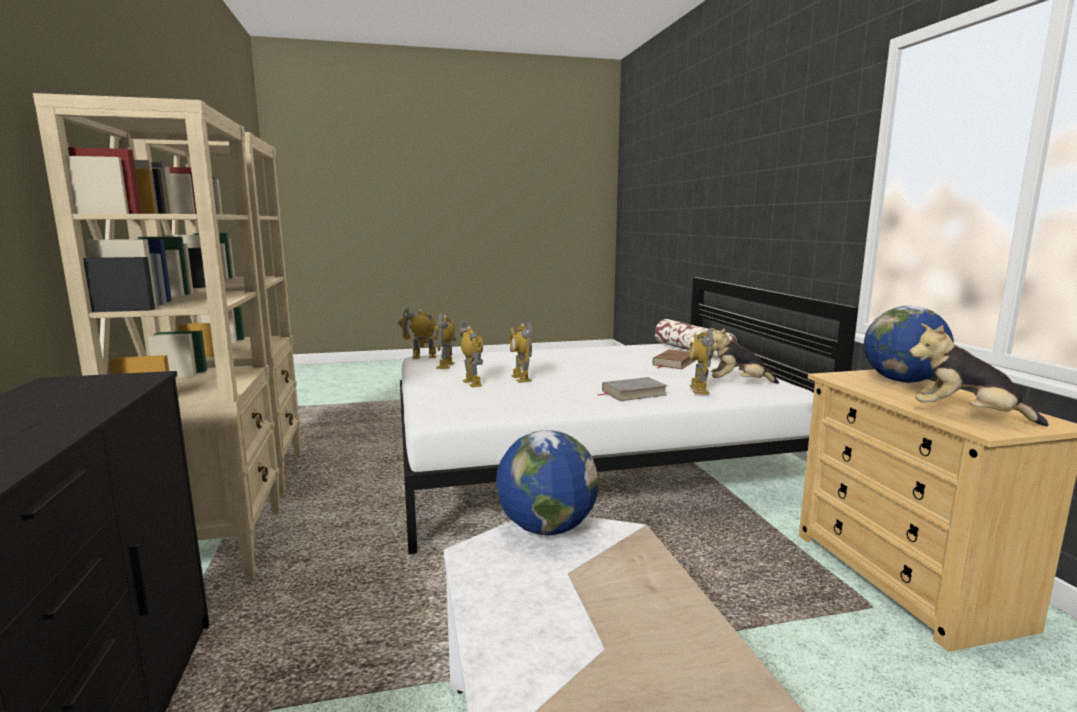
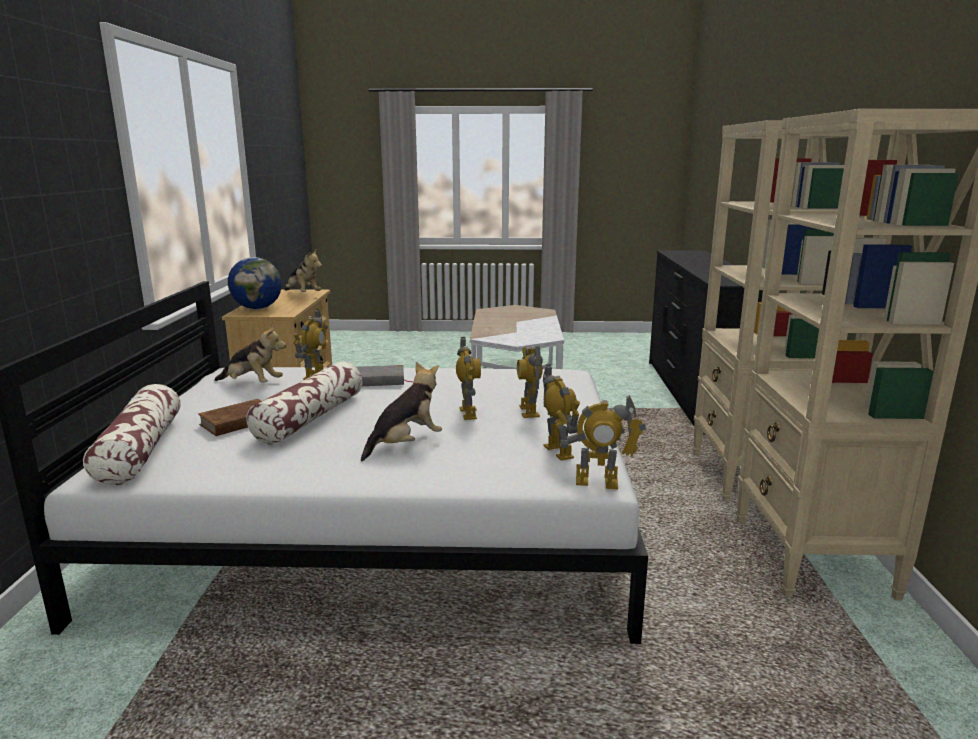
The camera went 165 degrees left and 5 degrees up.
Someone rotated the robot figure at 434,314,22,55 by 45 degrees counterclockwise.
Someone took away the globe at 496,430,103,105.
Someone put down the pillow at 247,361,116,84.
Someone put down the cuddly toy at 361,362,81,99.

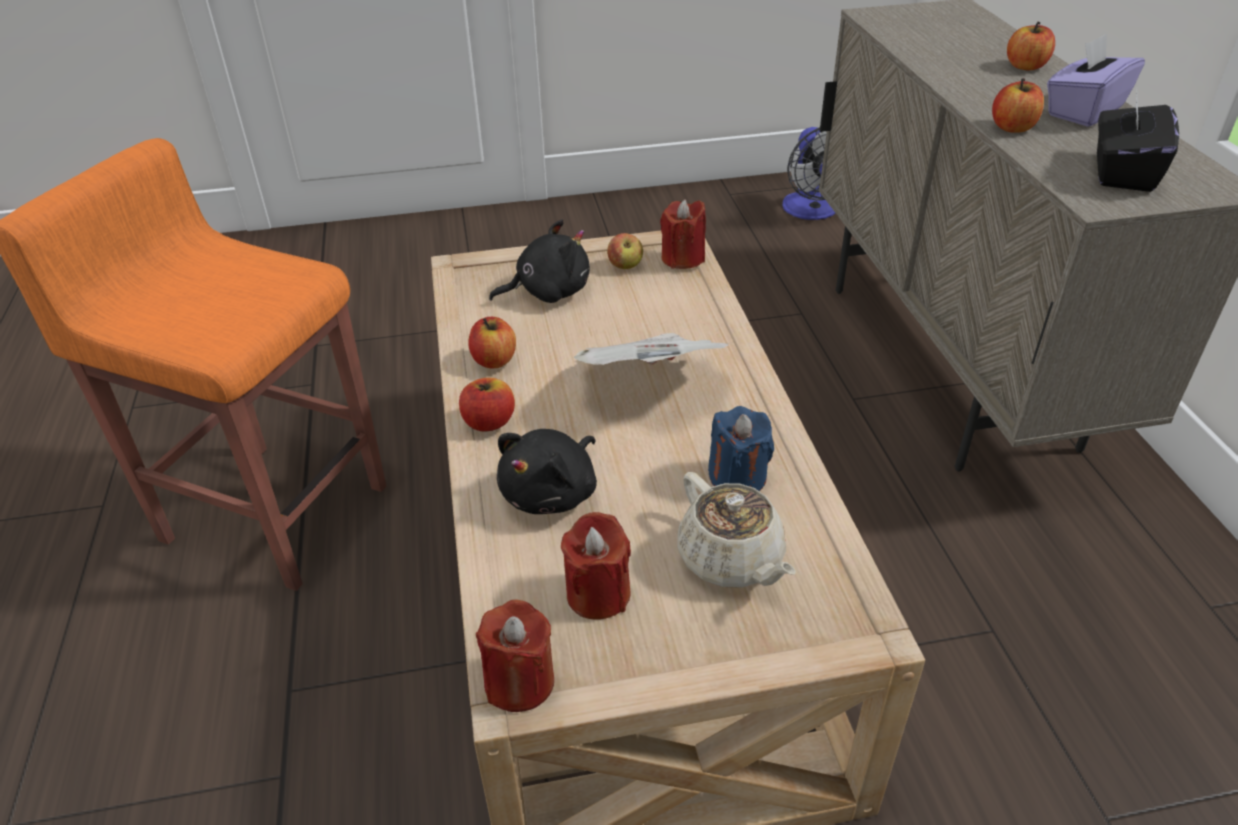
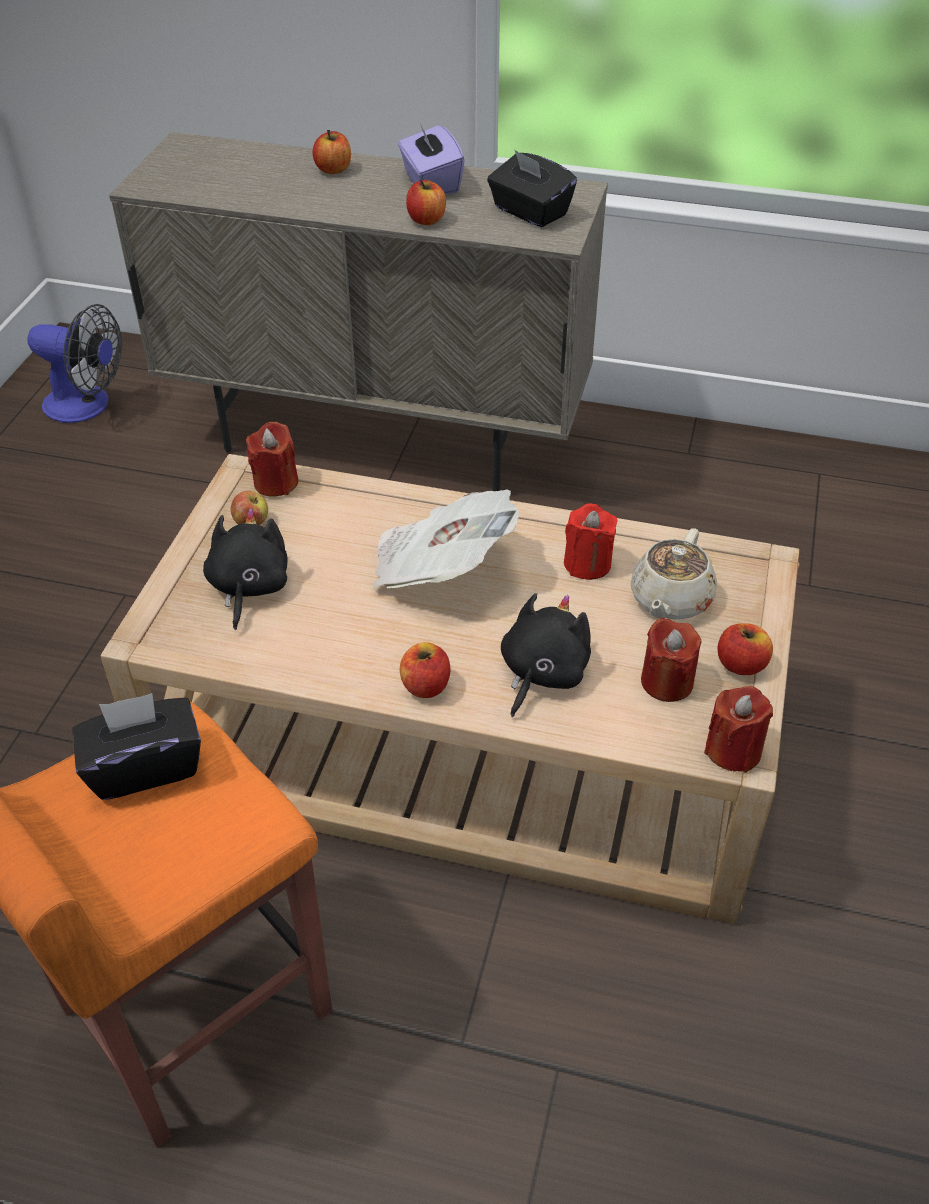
The camera went 65 degrees left and 5 degrees up.
Someone carried the apple fruit from 468,317,48,51 to 718,623,55,52.
Someone rotated the cuddly toy (black-coloured) at 497,429,100,85 by 120 degrees counterclockwise.
Someone rotated the teapot (beige) at 678,472,118,116 by 120 degrees clockwise.
Someone repainted the wax candle (blue) at 708,406,66,85, which became the wax candle (red-coloured) at 564,503,53,77.
Someone put down the tissue box (black-coloured) at 72,693,129,107.

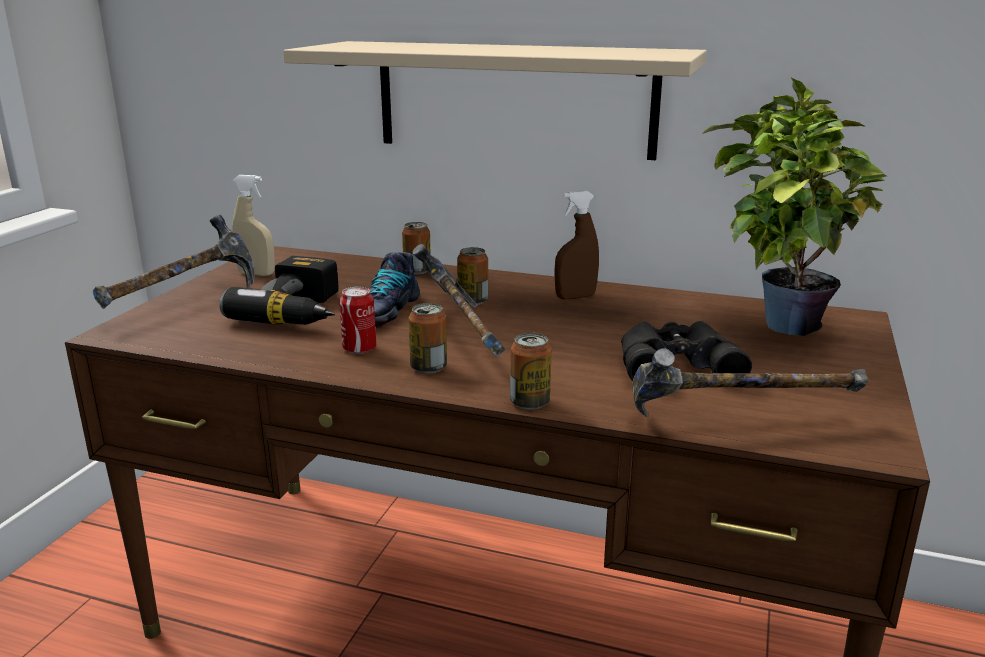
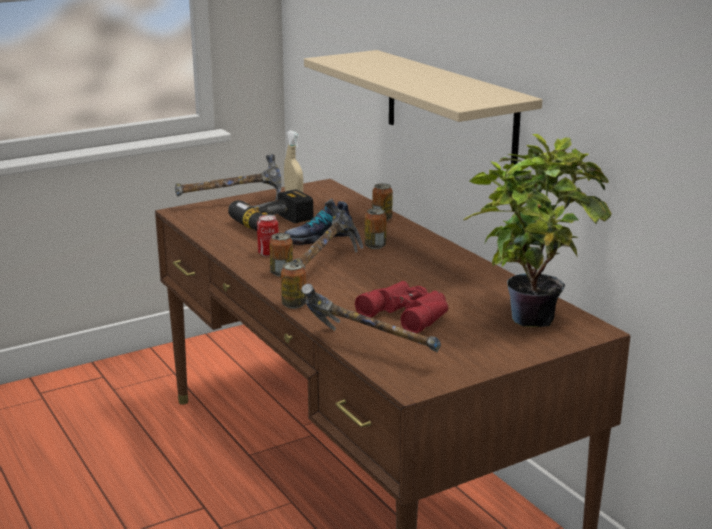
The camera went 40 degrees right and 0 degrees up.
Someone took away the hand sprayer (brownish) at 554,190,45,109.
Someone repainted the binoculars (black-coloured) at 621,321,131,61, which became the binoculars (red-coloured) at 355,281,93,52.

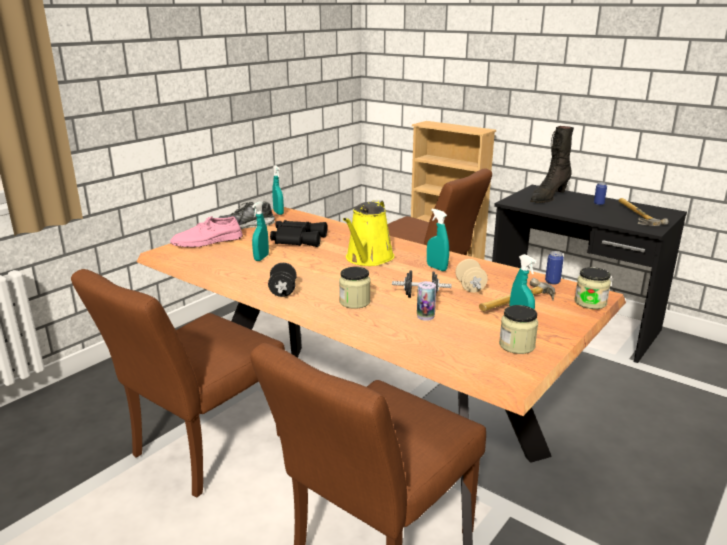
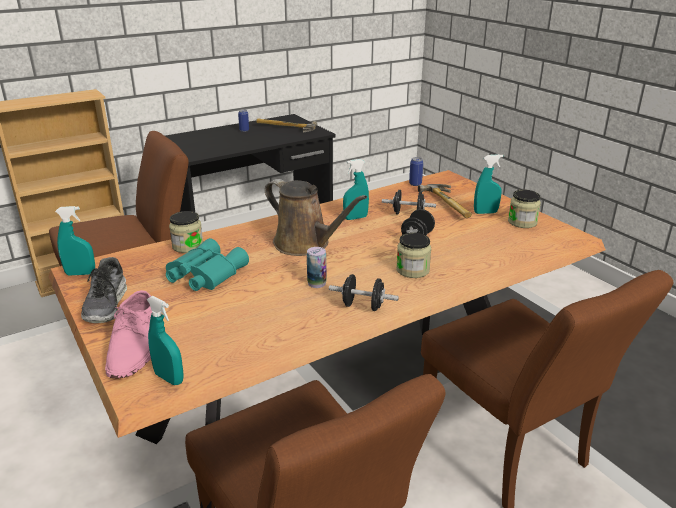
The camera went 70 degrees left and 5 degrees up.
Someone carried the hand sprayer (turquoise) from 252,201,17,60 to 146,296,37,89.
Someone repainted the binoculars (black-coloured) at 270,220,57,27, which became the binoculars (turquoise) at 166,238,83,53.
Someone repainted the watering can (yellow) at 343,200,52,66, which became the watering can (brownish) at 265,179,102,77.
Someone carried the metal can from 417,281,19,40 to 307,247,20,41.
Someone repainted the hand weight (beige) at 455,259,33,33, which became the hand weight (black-coloured) at 382,190,54,25.
Someone took away the high-top boot (black-coloured) at 530,126,44,77.
Someone carried the storage jar from 575,267,36,42 to 169,211,34,42.

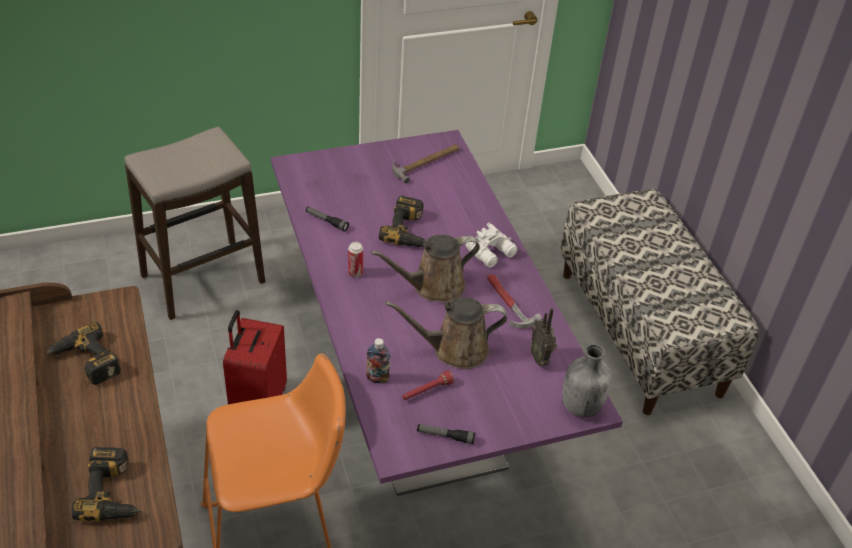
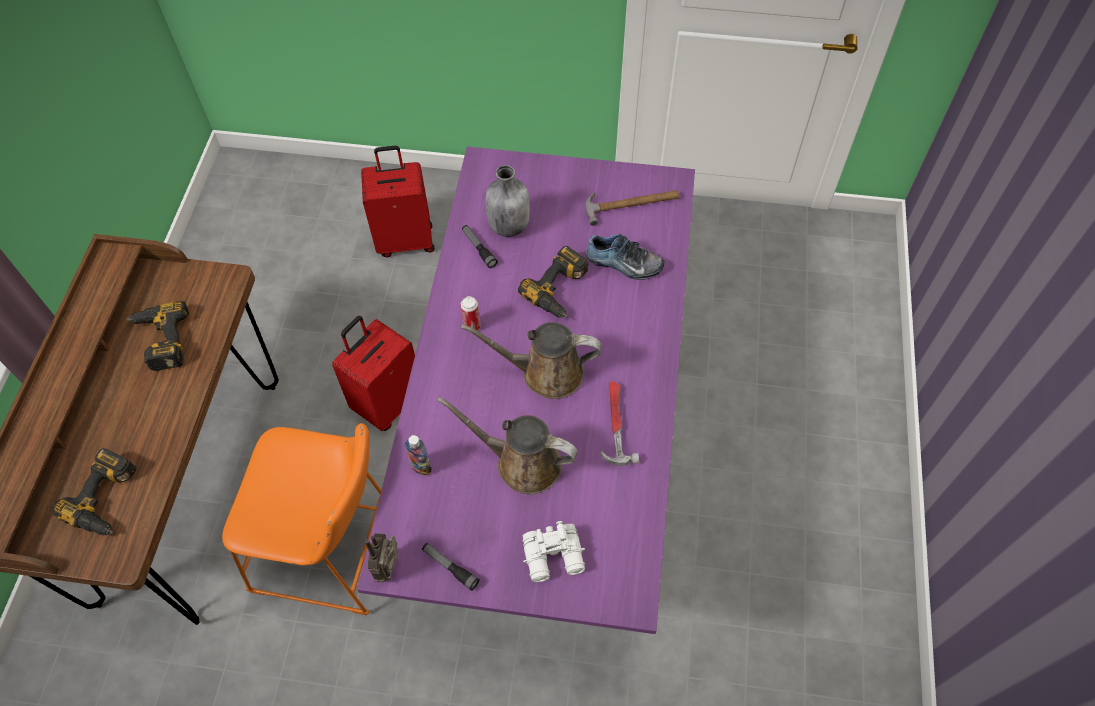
The camera went 30 degrees right and 15 degrees up.
Someone swapped the stool at 124,127,141,193 for the travel case (red-coloured) at 361,146,74,111.
Someone took away the flashlight (red-coloured) at 402,370,52,30.
Someone carried the binoculars (white-coloured) from 466,223,52,45 to 523,521,62,62.
Someone carried the radio from 531,308,26,58 to 365,533,33,50.
Someone took away the indoor bench at 560,189,199,226.
Someone carried the drink bottle (gray) from 562,344,49,73 to 485,165,45,72.
Someone put down the shoe at 586,234,79,46.

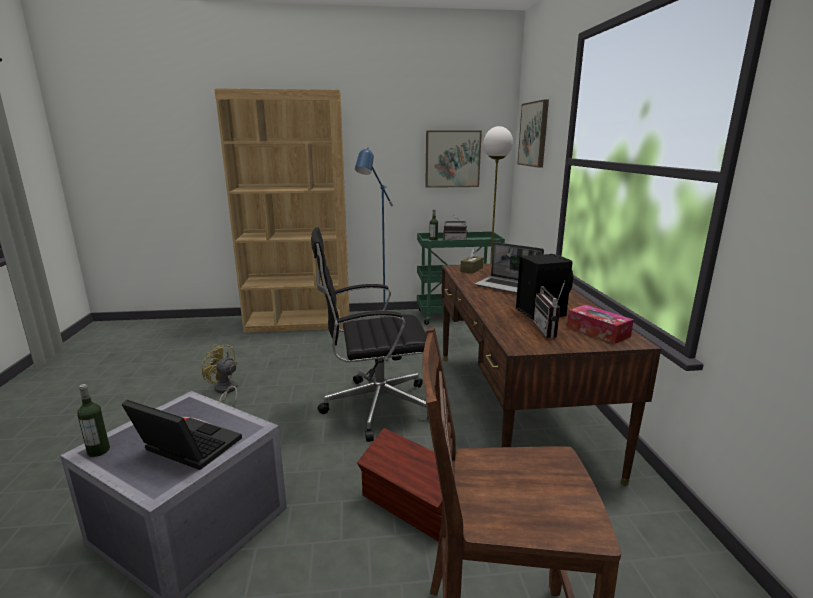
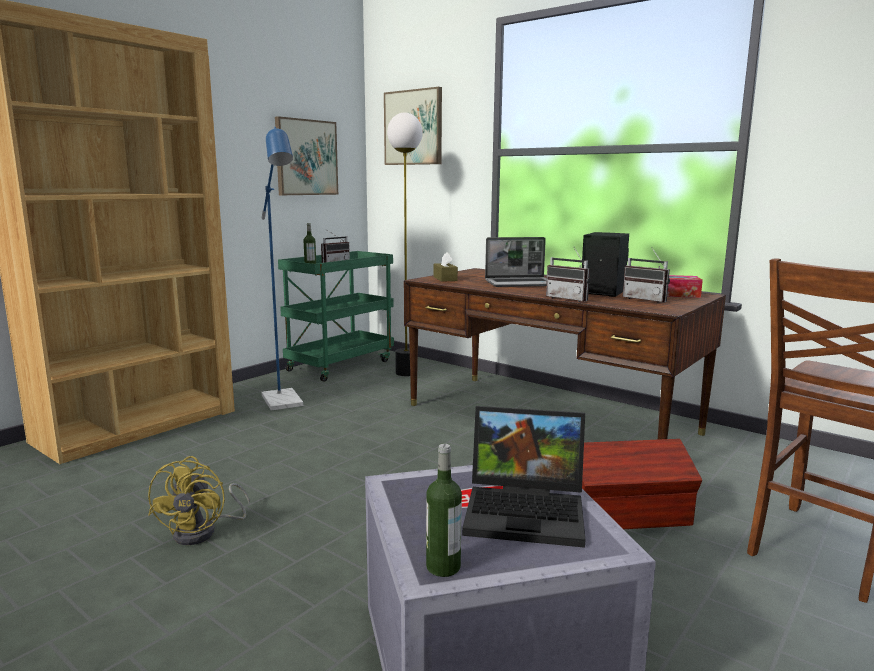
The camera went 45 degrees left and 5 degrees down.
Someone rotated the laptop at 121,400,121,70 by 150 degrees counterclockwise.
Someone rotated the cooling fan (yellow) at 202,344,36,62 by 75 degrees counterclockwise.
Someone took away the desk chair (black-coloured) at 311,227,118,215.
Someone put down the radio at 546,249,44,53.

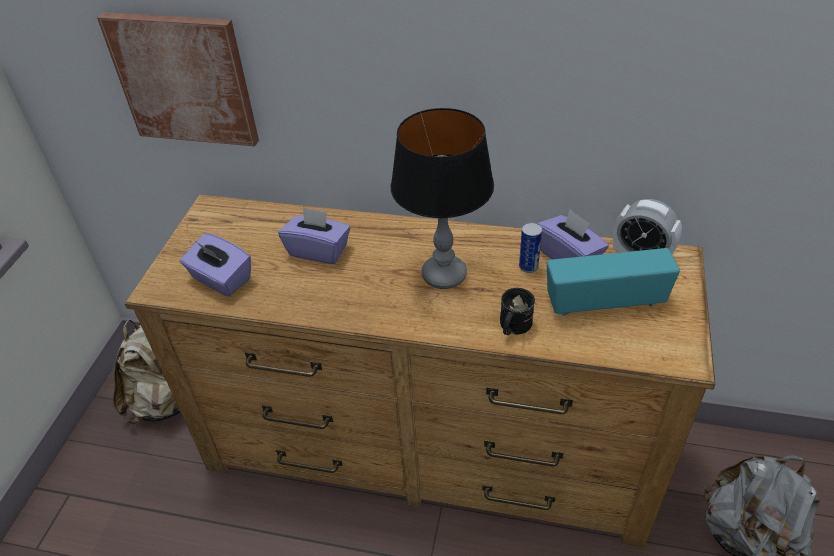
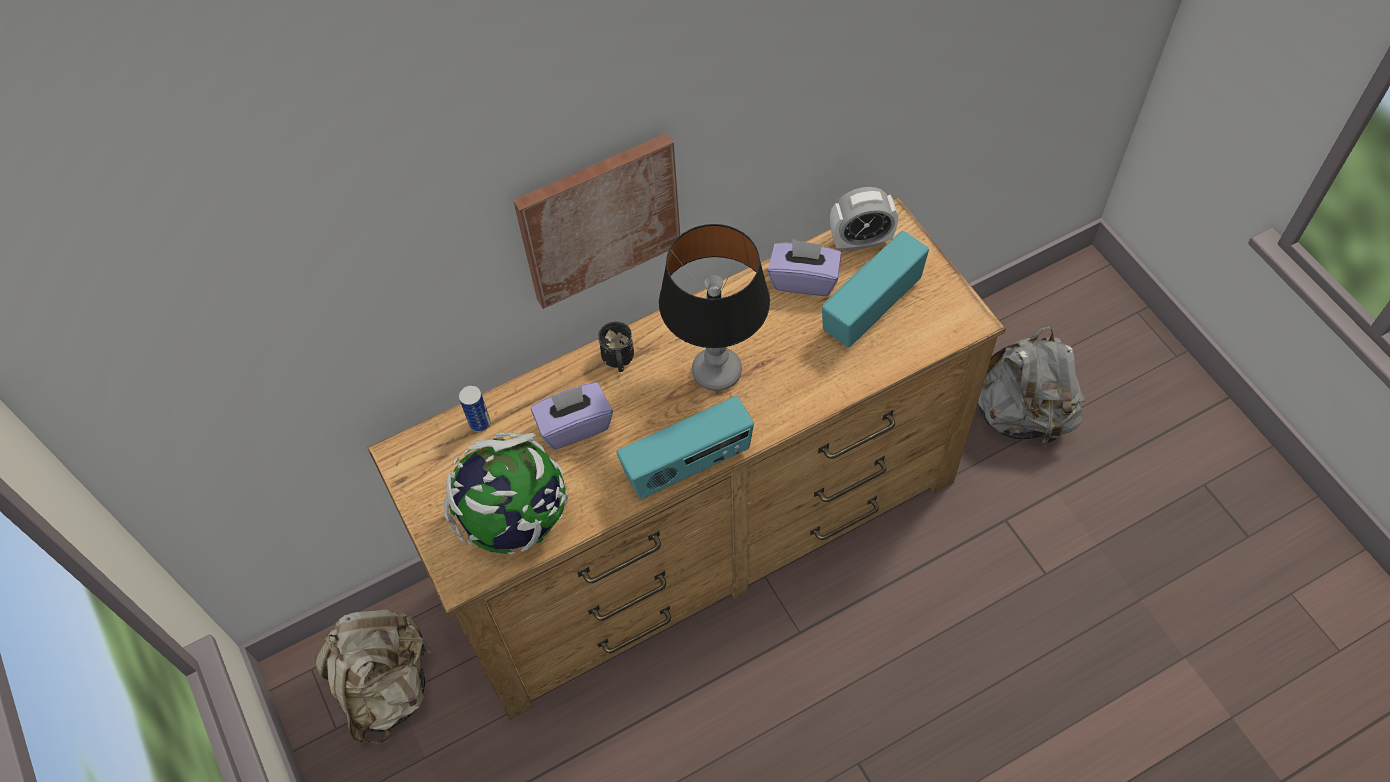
The camera went 40 degrees left and 15 degrees up.
Someone carried the wall picture from 97,12,162,134 to 513,133,167,176.
Someone swapped the tissue box (purple) at 180,233,71,64 for the globe at 444,432,125,123.
Someone carried the coffee mug (black-coloured) from 500,288,35,47 to 598,322,36,50.
Someone carried the metal can from 519,222,23,51 to 459,385,32,47.
Someone put down the radio at 617,396,137,103.

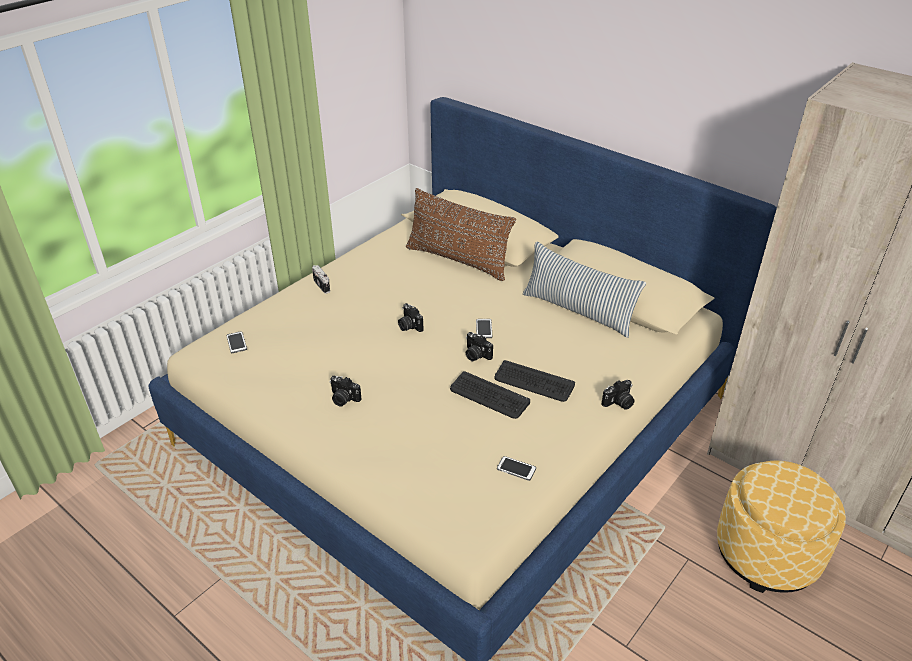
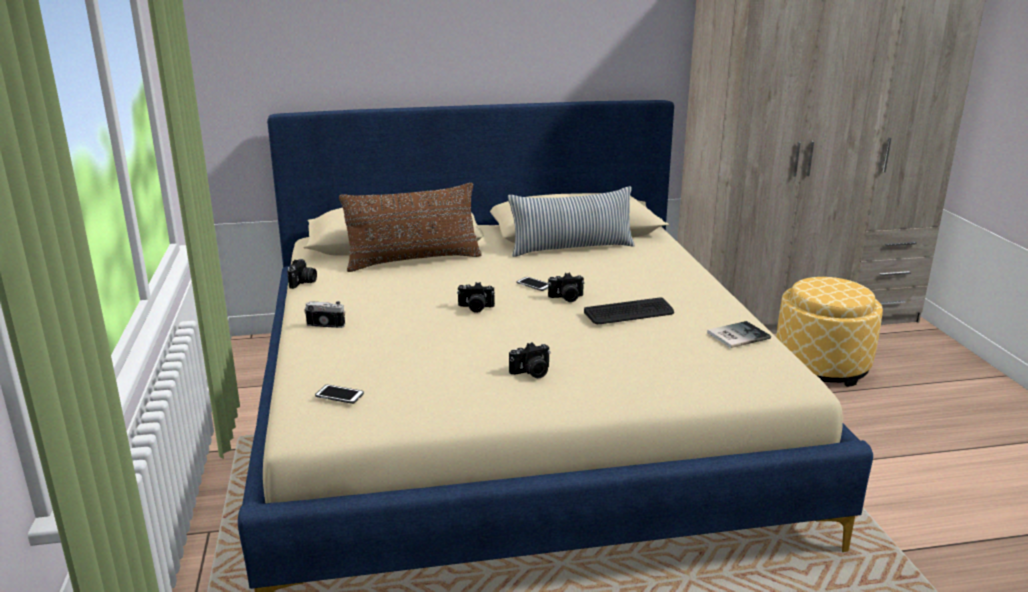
The camera went 50 degrees left and 15 degrees down.
Someone took away the computer keyboard at 494,360,81,42.
Someone swapped the handset at 497,456,39,25 for the book at 707,321,64,27.
Someone carried the still camera from 601,380,34,30 to 287,259,30,30.

